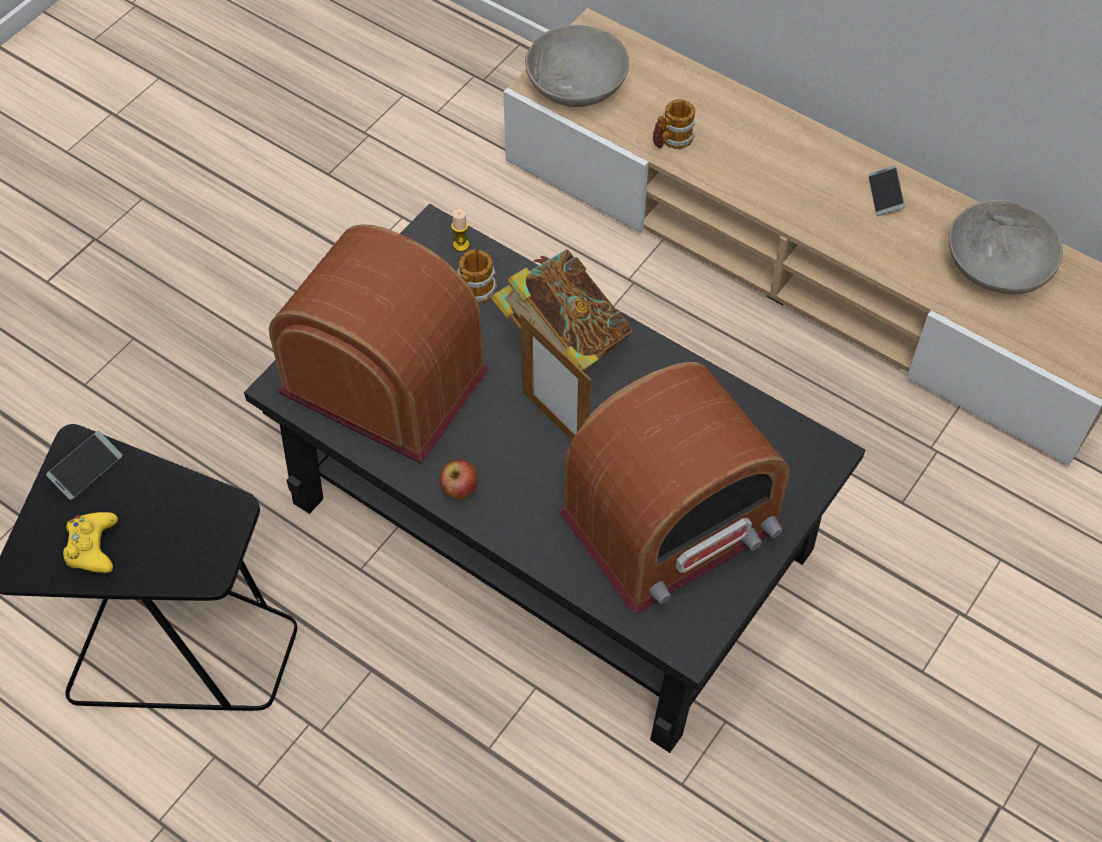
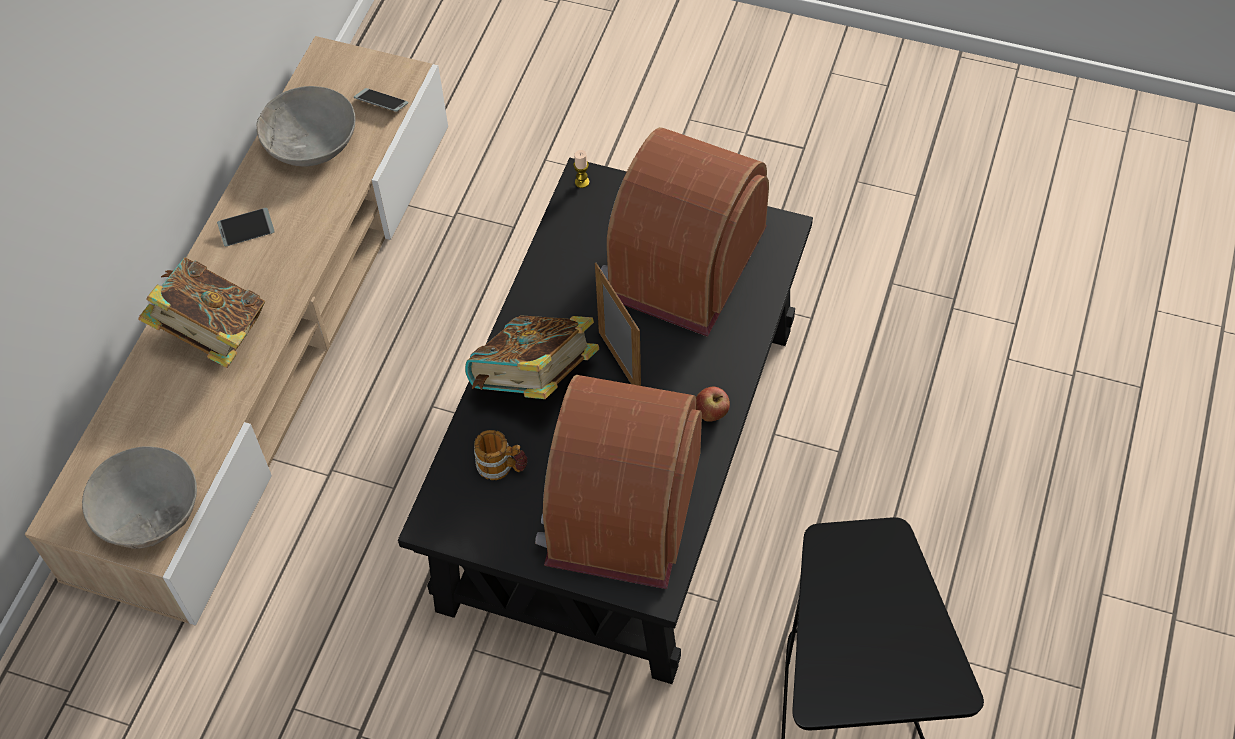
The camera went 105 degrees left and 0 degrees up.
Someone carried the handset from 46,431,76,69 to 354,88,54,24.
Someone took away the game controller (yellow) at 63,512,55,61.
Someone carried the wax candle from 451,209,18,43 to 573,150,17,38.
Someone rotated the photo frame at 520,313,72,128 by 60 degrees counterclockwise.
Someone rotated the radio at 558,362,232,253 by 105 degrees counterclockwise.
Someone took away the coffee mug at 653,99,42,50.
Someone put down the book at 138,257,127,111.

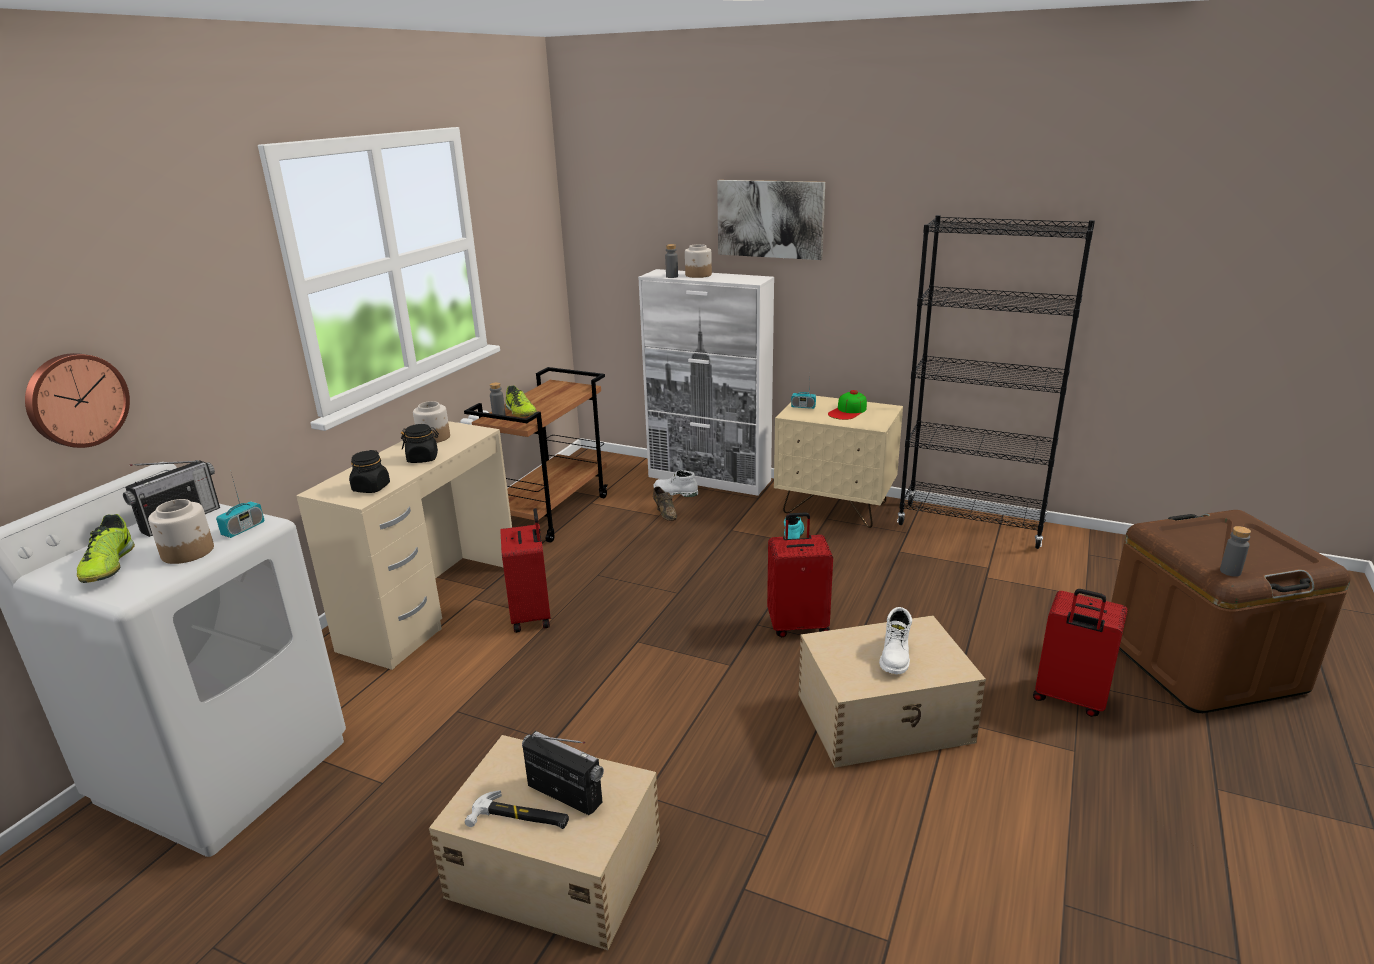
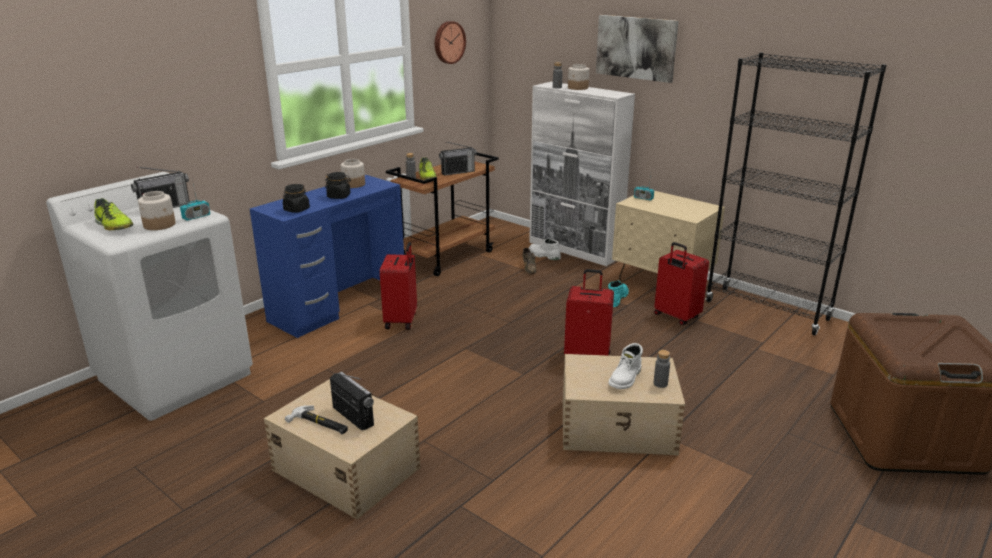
The camera went 15 degrees right and 0 degrees up.
Someone carried the wall clock from 25,353,105,95 to 435,21,31,43.
Someone rotated the shoe at 77,514,58,69 by 45 degrees counterclockwise.
Someone repainted the desk (beige) at 296,421,216,249, which became the desk (blue) at 250,175,154,163.
Someone took away the peaked cap at 828,390,39,30.
Someone carried the travel case (red-coloured) from 1033,589,95,128 to 654,242,55,83.
Someone carried the drink bottle (gray) from 1220,526,31,51 to 654,350,16,38.
Someone put down the radio at 439,141,38,35.

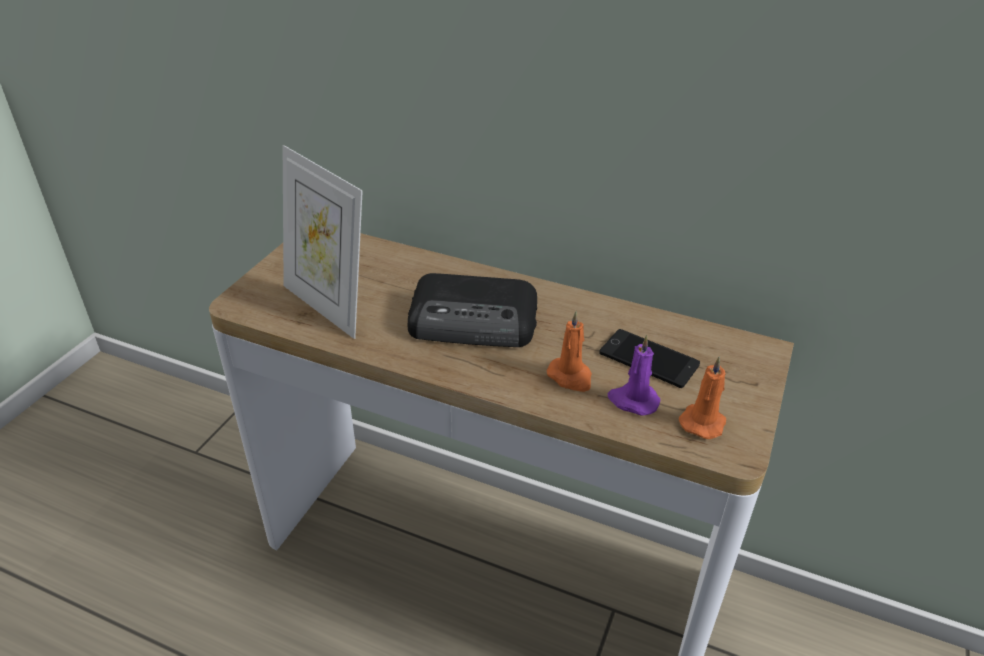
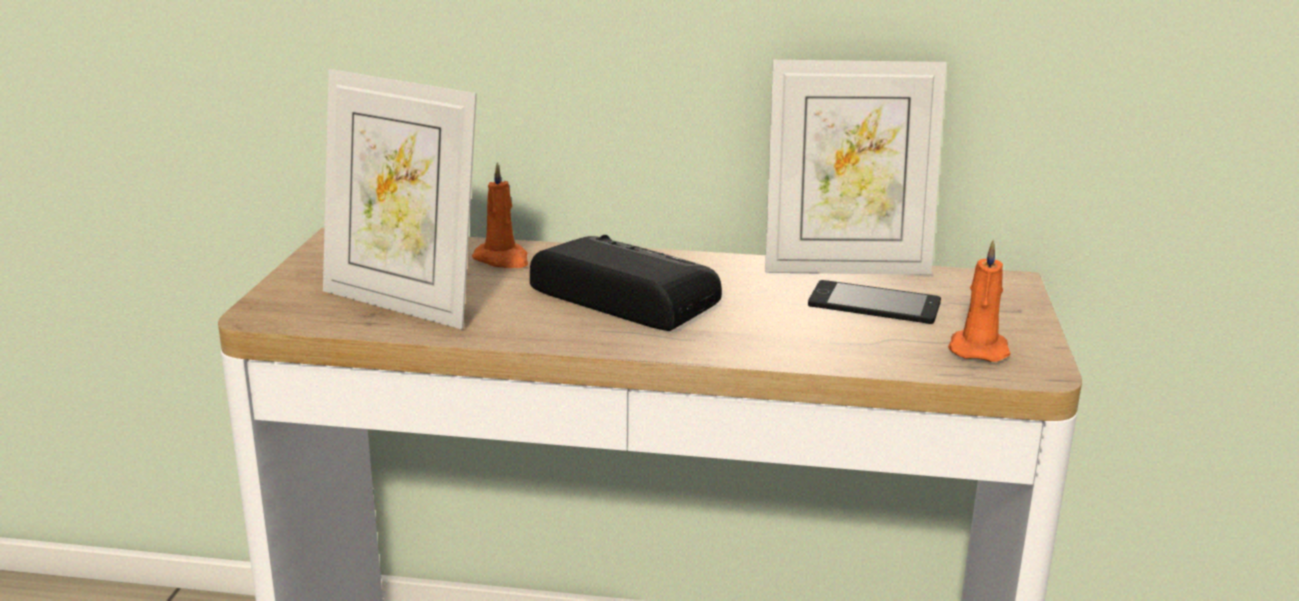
The camera went 15 degrees left and 15 degrees down.
Someone rotated the radio at 408,273,129,74 by 135 degrees counterclockwise.
Someone carried the wax candle (orange-coloured) from 547,311,45,81 to 472,162,56,106.
Someone took away the wax candle (purple) at 608,335,52,81.
Someone put down the photo frame at 765,60,181,215.

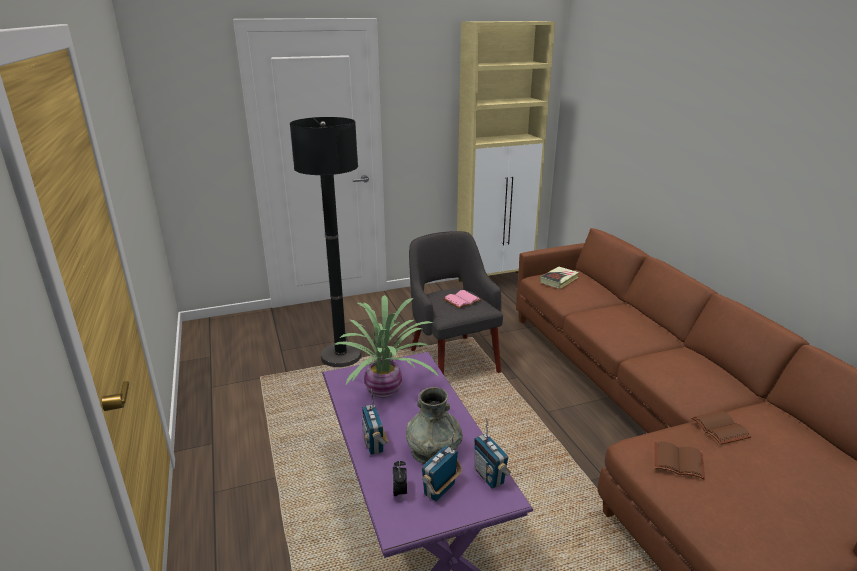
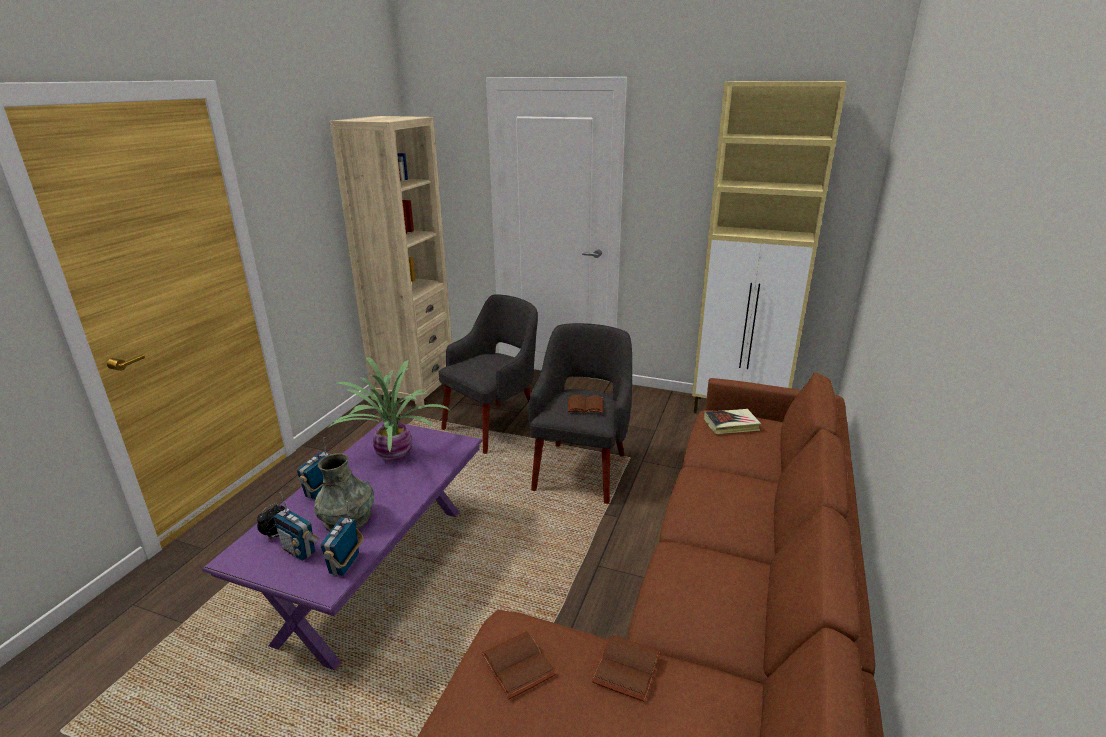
The camera went 40 degrees right and 0 degrees up.
Someone swapped the standard lamp (black-coloured) at 290,117,72,250 for the armchair (gray) at 439,294,99,160.
Someone rotated the radio at 422,433,40,68 by 135 degrees counterclockwise.
Someone repainted the book (pink) at 443,290,39,19, which became the book (brownish) at 568,395,35,18.
Someone put down the bookshelf (beige) at 330,116,122,293.

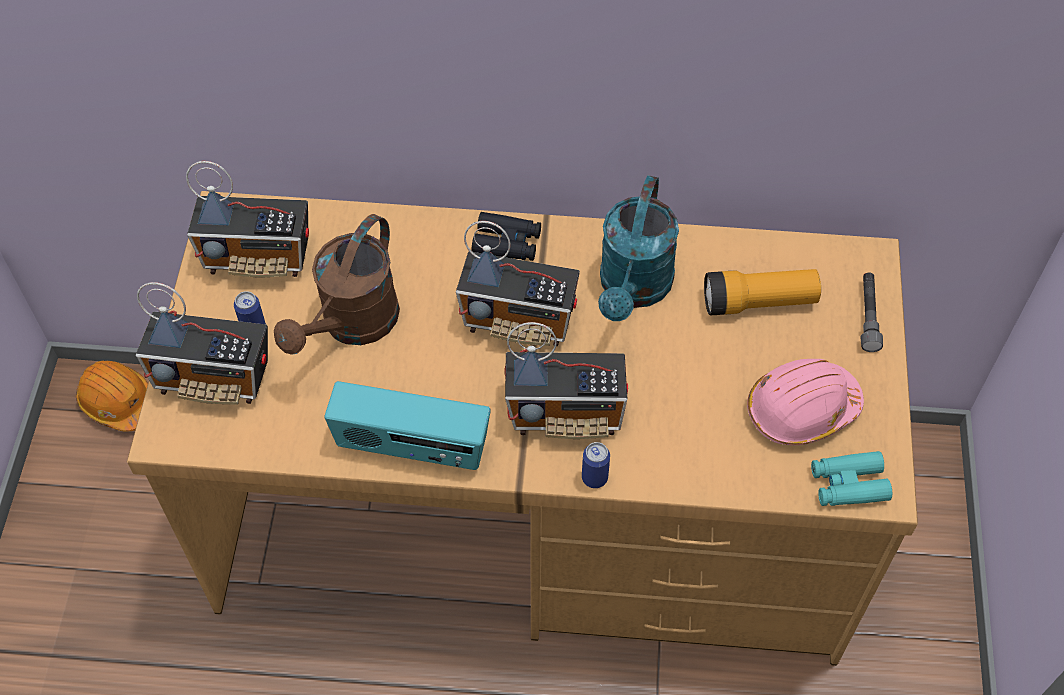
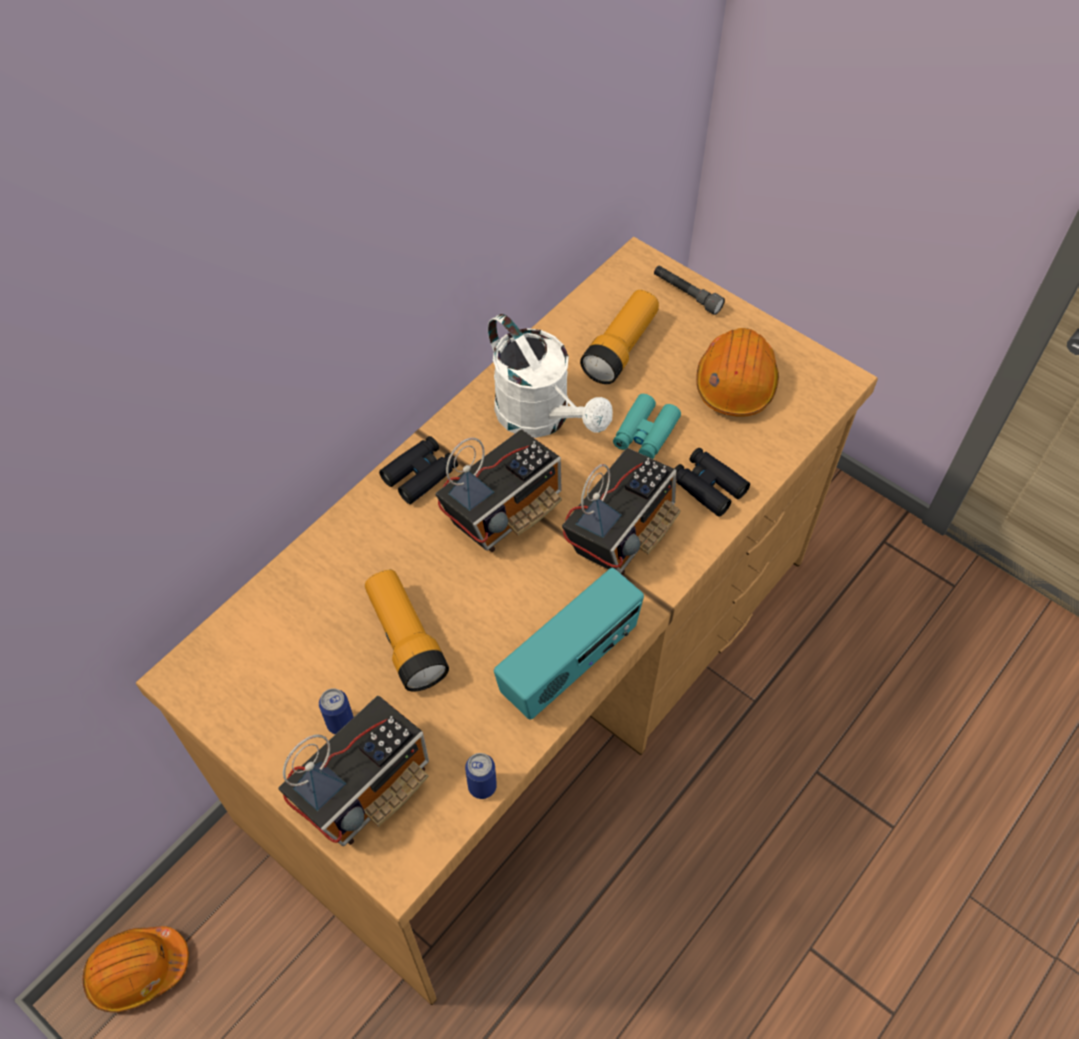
The camera went 55 degrees left and 0 degrees up.
Someone took away the radio at 186,161,123,117.
Someone swapped the watering can (brownish) at 274,214,126,141 for the flashlight at 365,570,84,122.
Someone carried the metal can from 582,442,28,46 to 465,753,32,46.
Someone repainted the watering can (turquoise) at 598,175,81,146, which became the watering can (white-coloured) at 488,314,125,124.
Someone repainted the work helmet (pink) at 747,359,117,86, which became the work helmet (orange-coloured) at 696,328,83,89.
Someone carried the binoculars (turquoise) from 811,451,81,55 to 613,394,68,65.
Someone put down the binoculars (black-coloured) at 674,448,76,69.

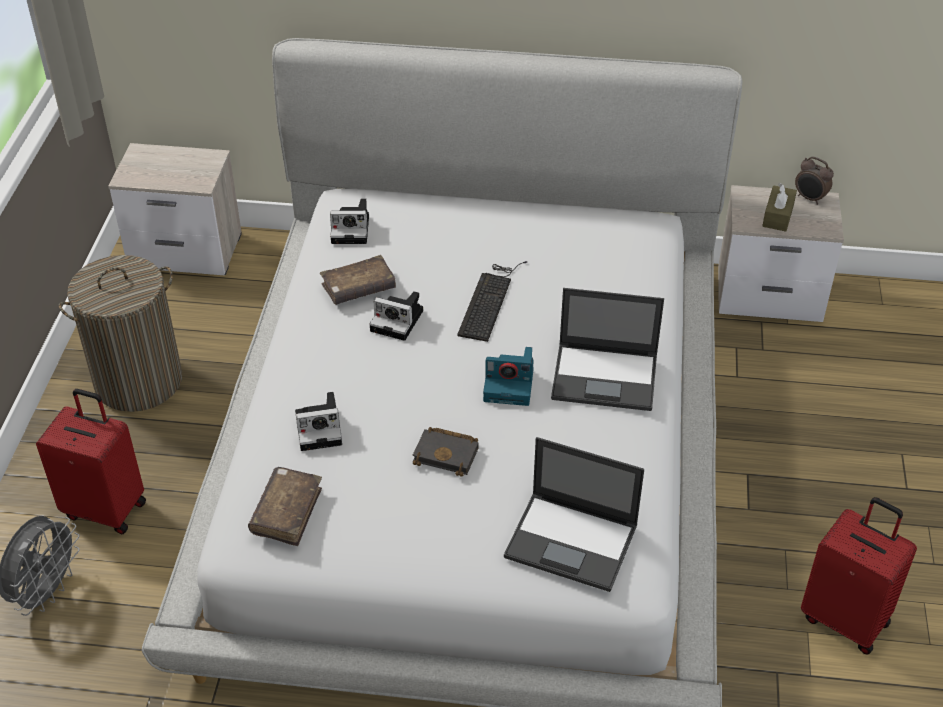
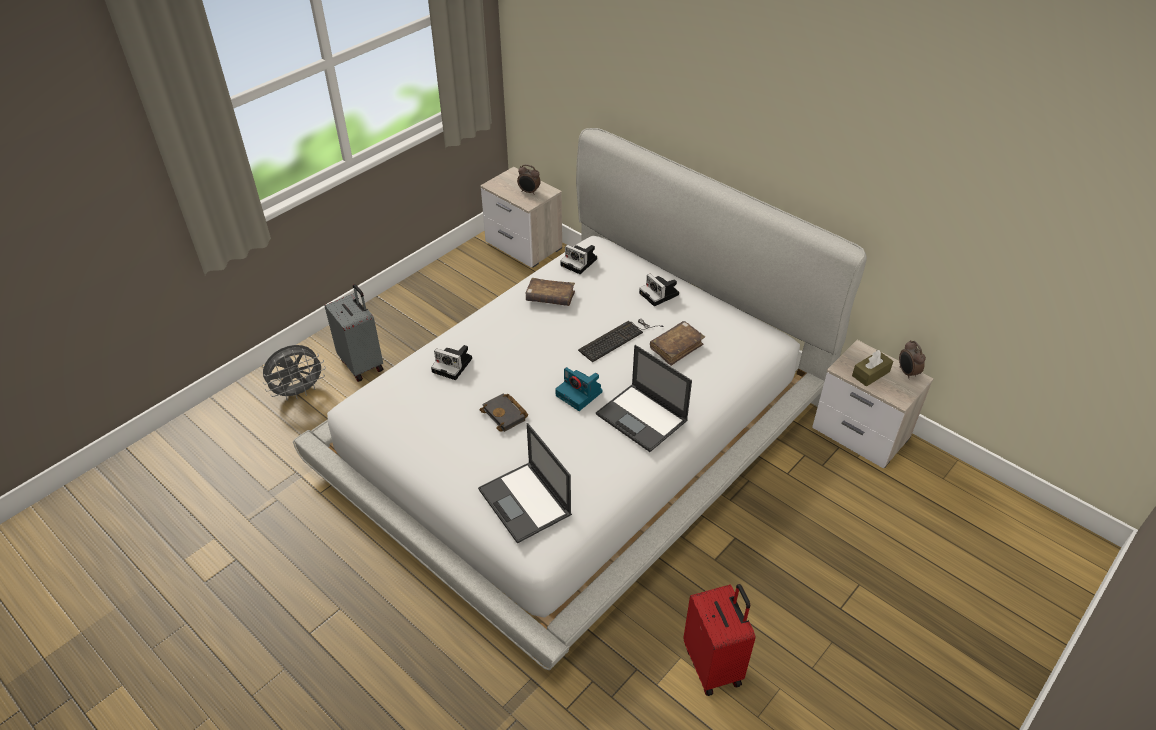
The camera went 35 degrees right and 0 degrees up.
Someone repainted the travel case (red-coloured) at 36,389,110,145, which became the travel case (gray) at 325,284,58,98.
Someone took away the hamper at 59,255,123,157.
Someone carried the book (brownish) from 248,467,74,79 to 650,321,55,45.
Someone carried the still camera from 369,291,54,50 to 639,274,40,32.
Someone put down the bedside clock at 517,164,24,31.

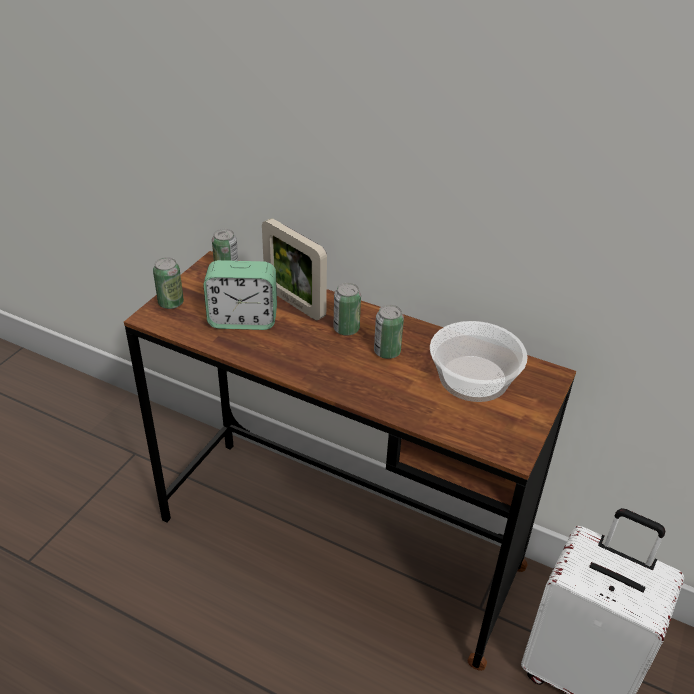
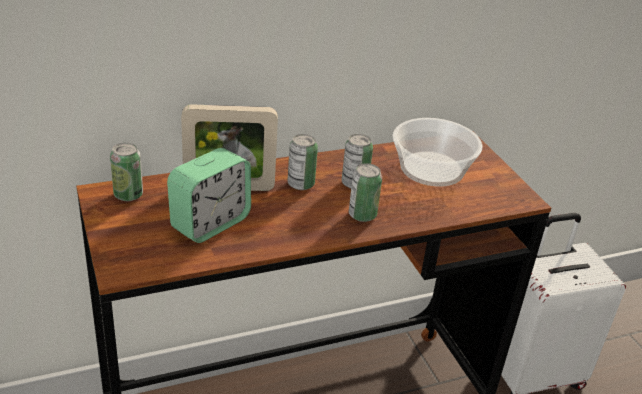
The camera went 50 degrees left and 5 degrees down.
Someone carried the metal can from 153,257,31,52 to 349,163,33,59.

